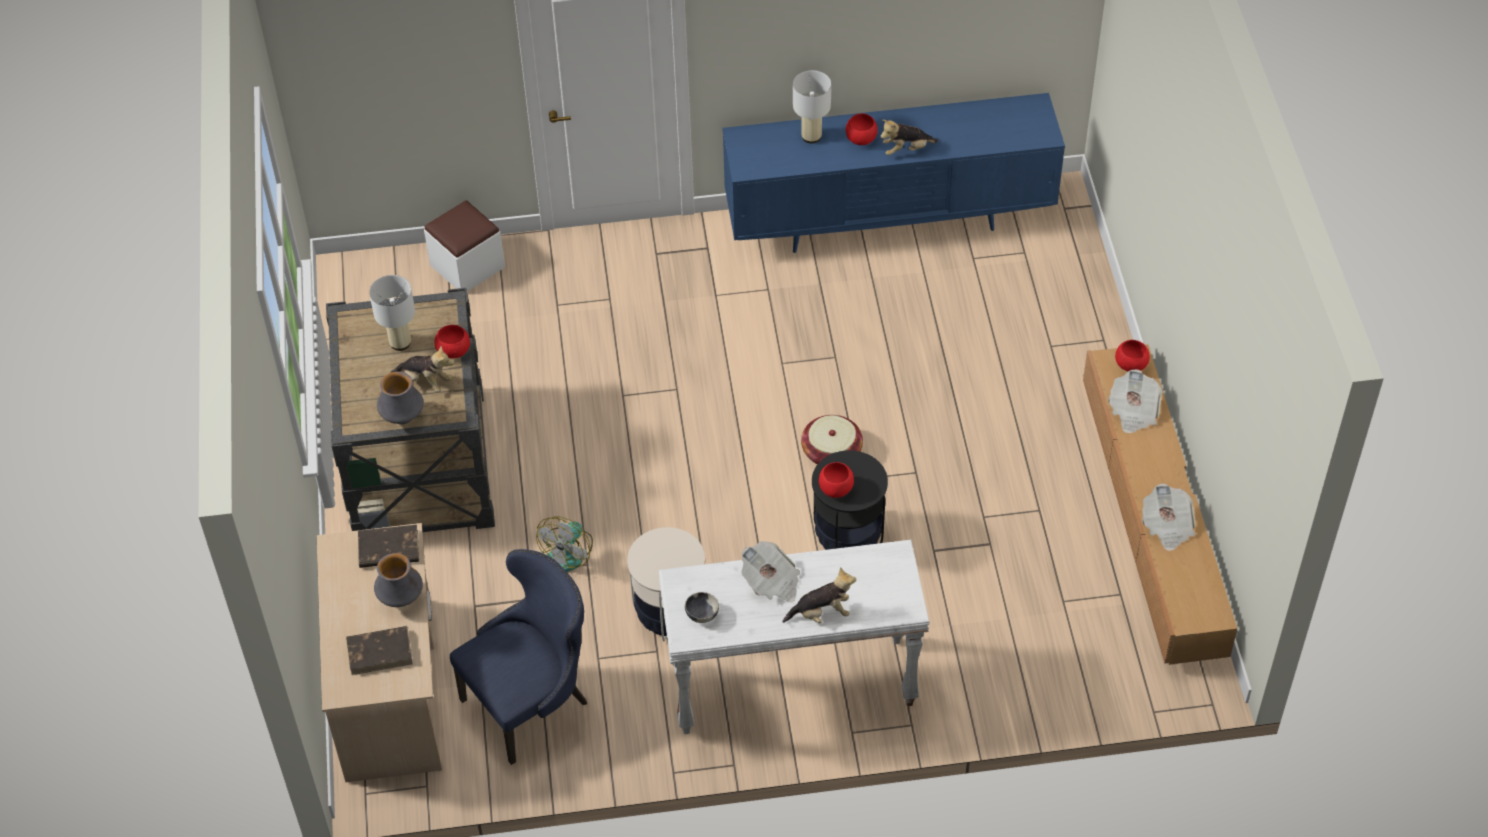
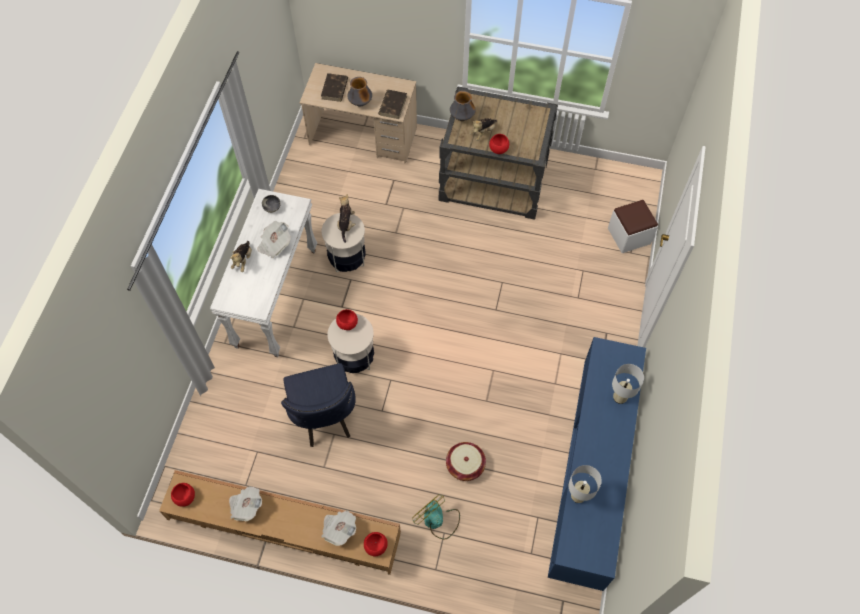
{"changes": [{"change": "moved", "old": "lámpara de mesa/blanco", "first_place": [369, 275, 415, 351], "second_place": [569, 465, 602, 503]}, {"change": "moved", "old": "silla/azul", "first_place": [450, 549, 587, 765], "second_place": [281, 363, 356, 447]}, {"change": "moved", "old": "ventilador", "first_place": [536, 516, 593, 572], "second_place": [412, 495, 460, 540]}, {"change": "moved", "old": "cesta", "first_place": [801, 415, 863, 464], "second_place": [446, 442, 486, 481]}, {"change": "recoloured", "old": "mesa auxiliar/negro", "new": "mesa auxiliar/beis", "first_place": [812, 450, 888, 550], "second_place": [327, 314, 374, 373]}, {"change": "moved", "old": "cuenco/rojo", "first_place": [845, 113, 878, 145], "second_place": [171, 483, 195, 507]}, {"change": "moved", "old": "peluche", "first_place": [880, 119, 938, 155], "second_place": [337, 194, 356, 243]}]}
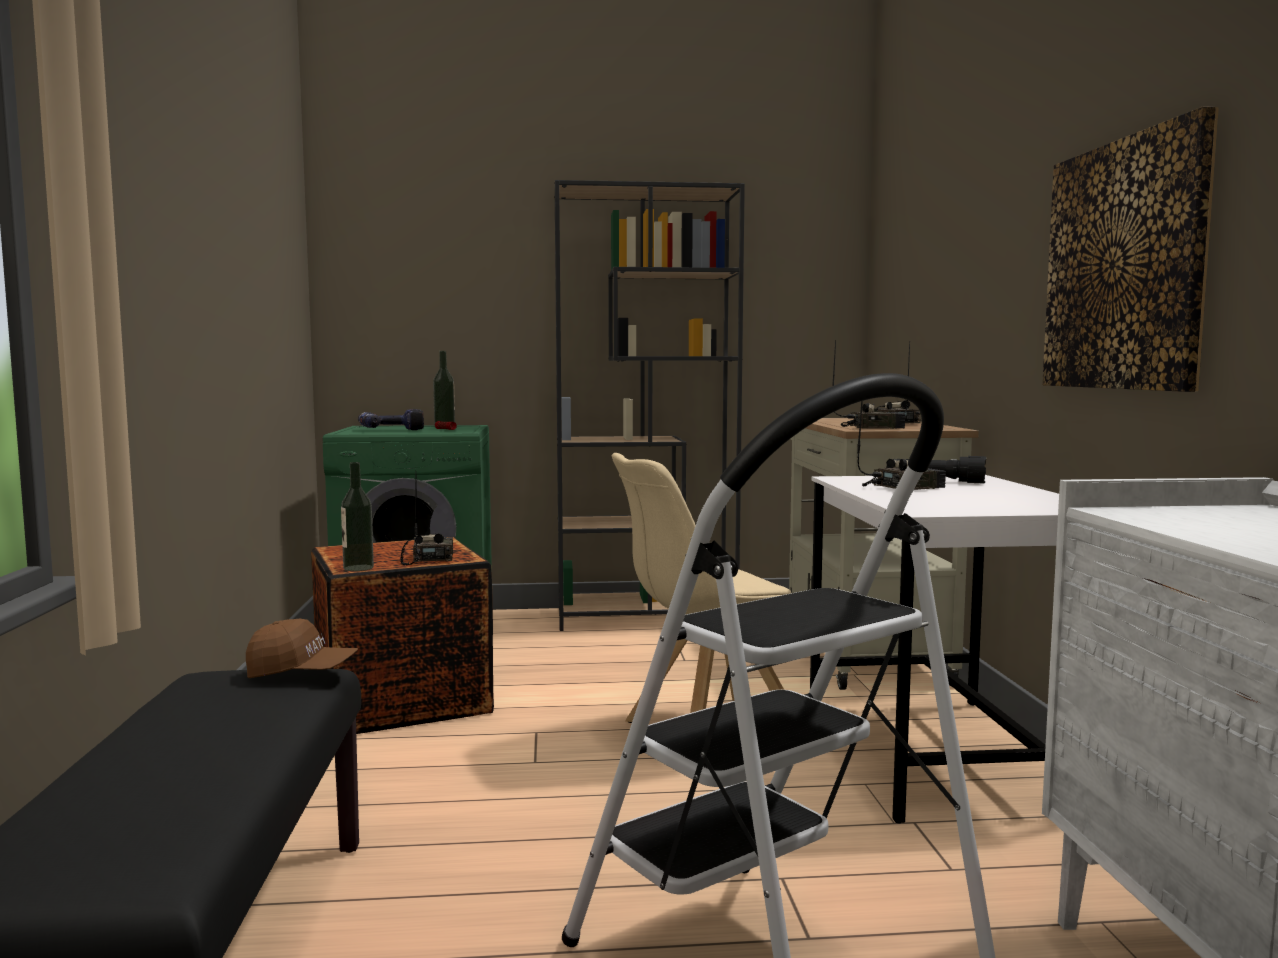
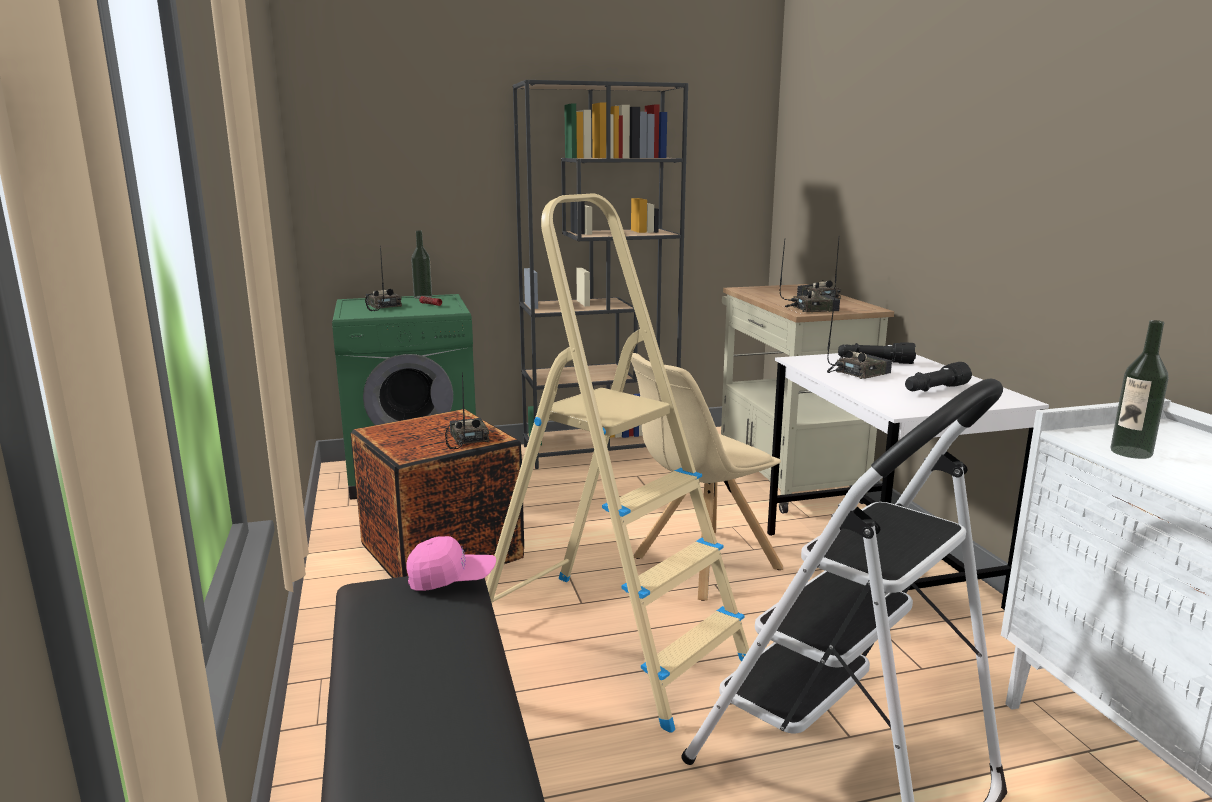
{"changes": [{"change": "recoloured", "old": "gorra/marrón", "new": "gorra/rosa", "first_place": [246, 618, 358, 678], "second_place": [406, 536, 496, 591]}, {"change": "moved", "old": "botella", "first_place": [341, 462, 374, 571], "second_place": [1111, 320, 1168, 459]}, {"change": "replaced", "old": "taladro", "new": "radio", "first_place": [358, 409, 424, 430], "second_place": [365, 245, 402, 311]}, {"change": "removed", "old": "cuadro", "first_place": [1042, 107, 1219, 392]}, {"change": "added", "new": "escalera de tijera/beis", "second_place": [486, 194, 749, 733]}, {"change": "added", "new": "linterna/negro", "second_place": [905, 362, 972, 392]}]}
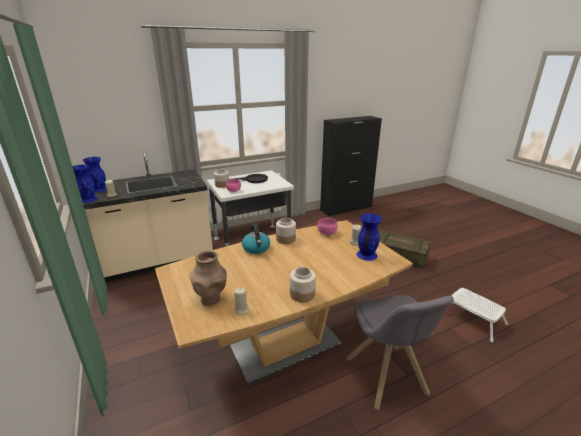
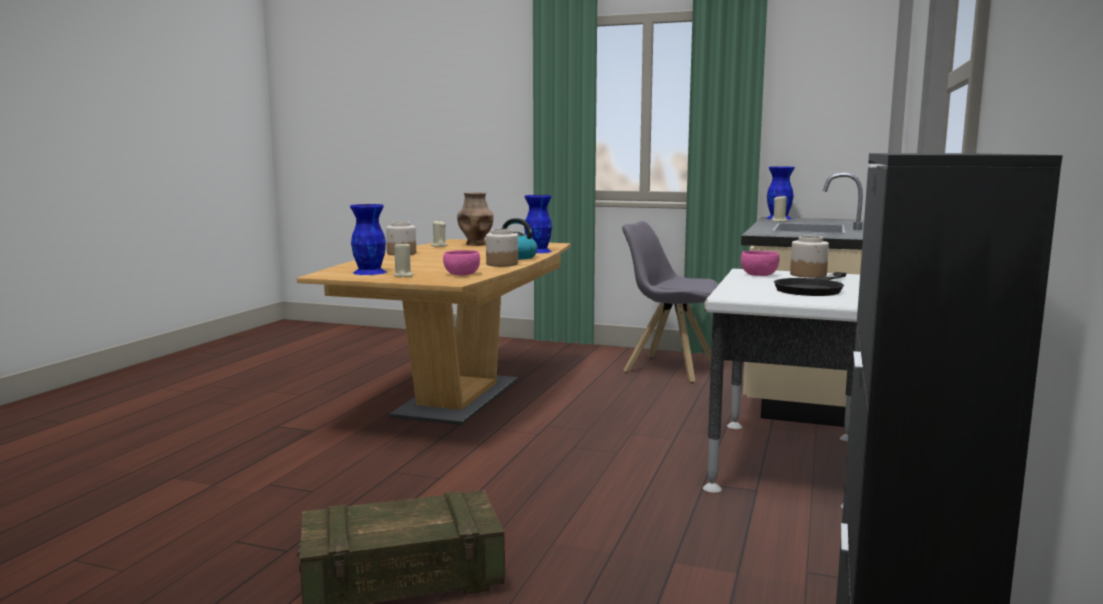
{"changes": [{"change": "moved", "old": "florero/azul", "first_place": [83, 157, 107, 192], "second_place": [524, 195, 552, 253]}, {"change": "moved", "old": "silla/gris", "first_place": [346, 295, 454, 410], "second_place": [622, 221, 719, 383]}, {"change": "removed", "old": "escalera de tijera/blanco", "first_place": [446, 288, 508, 342]}]}
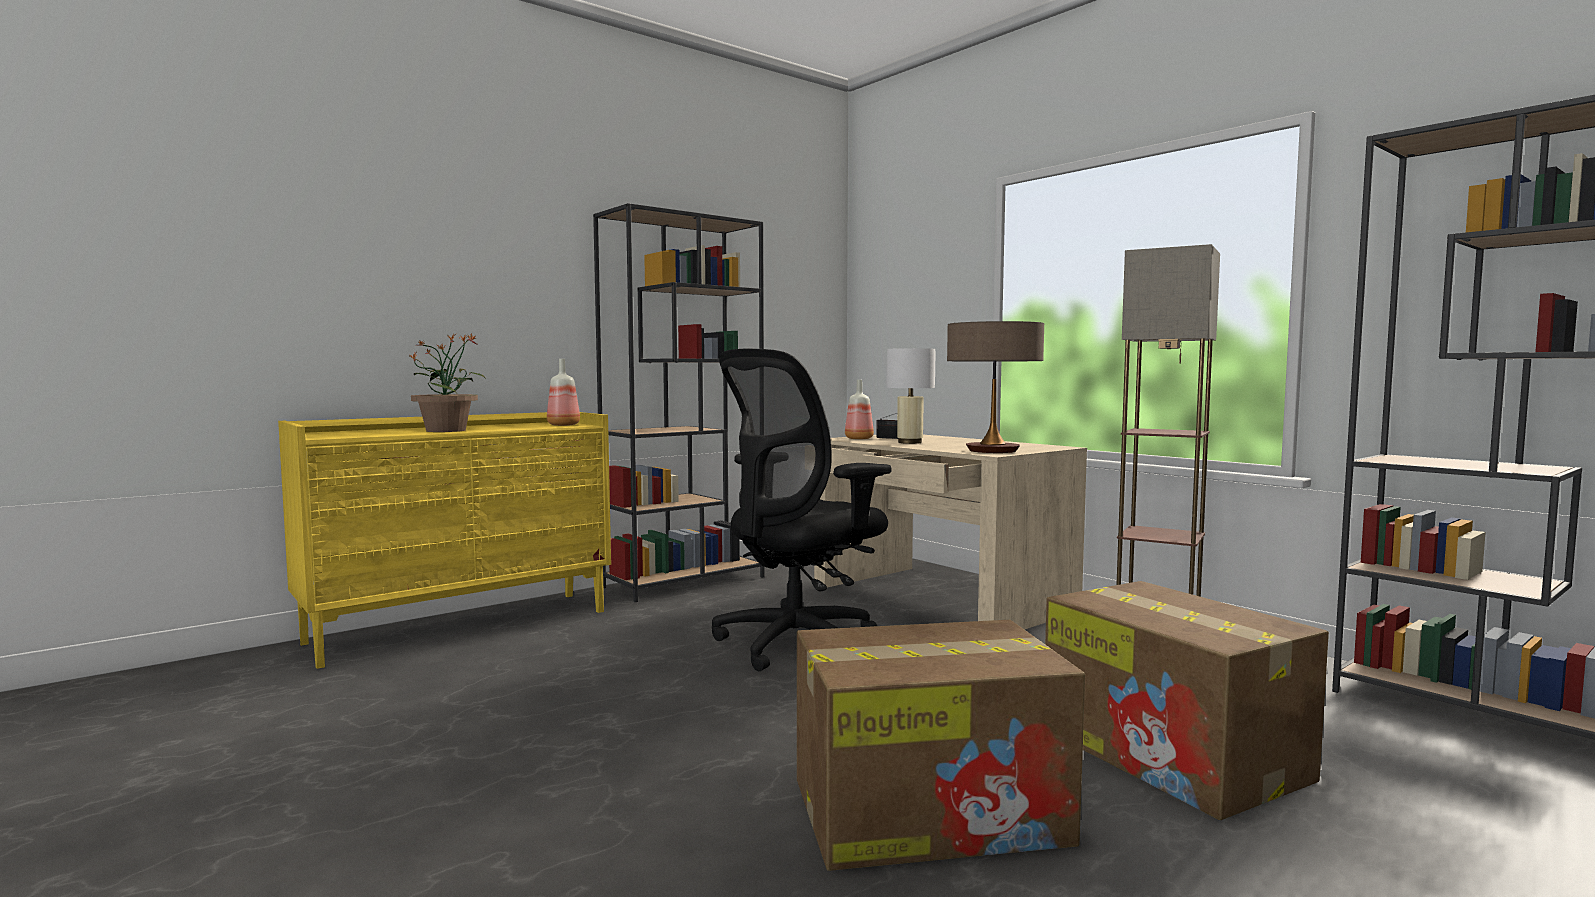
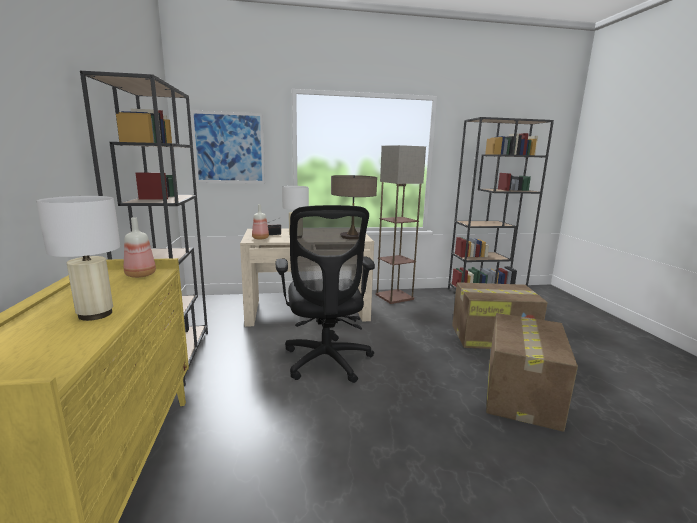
{"changes": [{"change": "replaced", "old": "planta en maceta", "new": "lámpara de mesa/blanco", "first_place": [408, 333, 486, 432], "second_place": [36, 196, 120, 321]}, {"change": "added", "new": "cuadro", "second_place": [190, 110, 265, 183]}]}
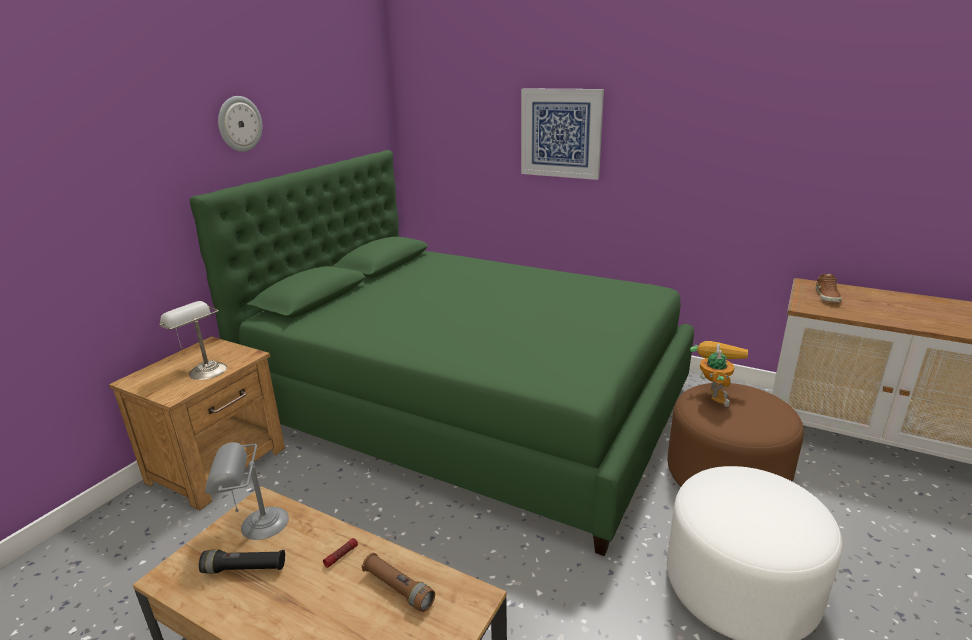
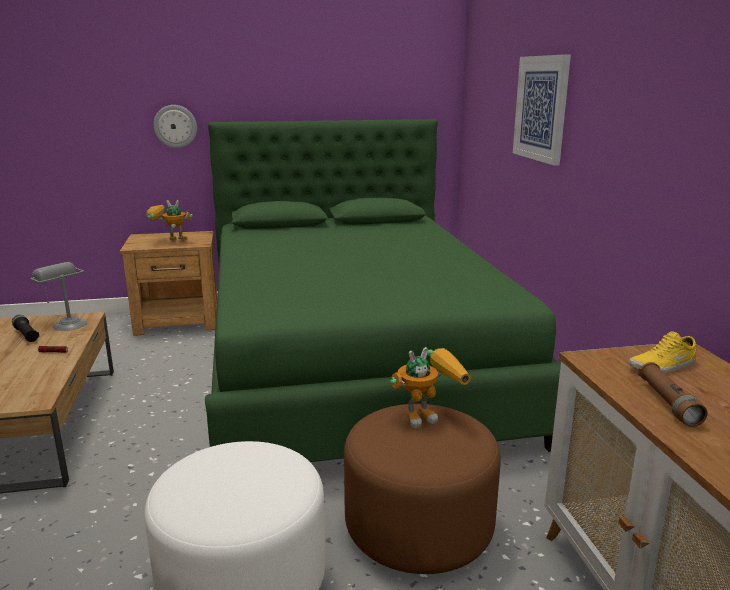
{"changes": [{"change": "replaced", "old": "lámpara de mesa/blanco", "new": "robot de juguete", "first_place": [159, 301, 227, 380], "second_place": [146, 200, 193, 240]}, {"change": "moved", "old": "reloj de pared", "first_place": [218, 96, 262, 152], "second_place": [154, 105, 197, 148]}, {"change": "moved", "old": "linterna/marrón", "first_place": [362, 553, 435, 612], "second_place": [638, 362, 708, 427]}, {"change": "recoloured", "old": "zapato/marrón", "new": "zapato/amarillo", "first_place": [816, 274, 842, 302], "second_place": [629, 331, 696, 374]}]}
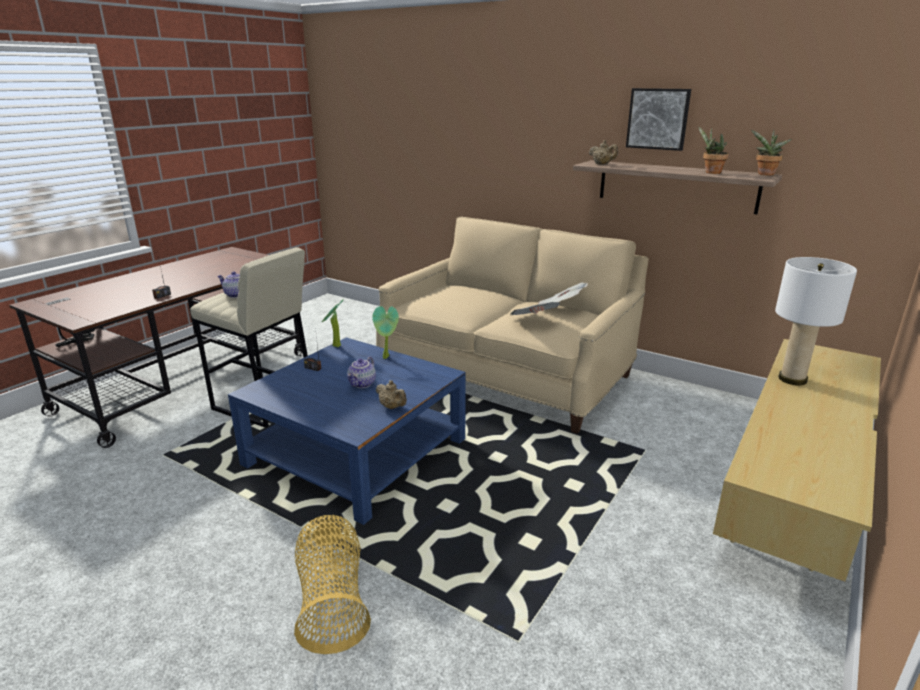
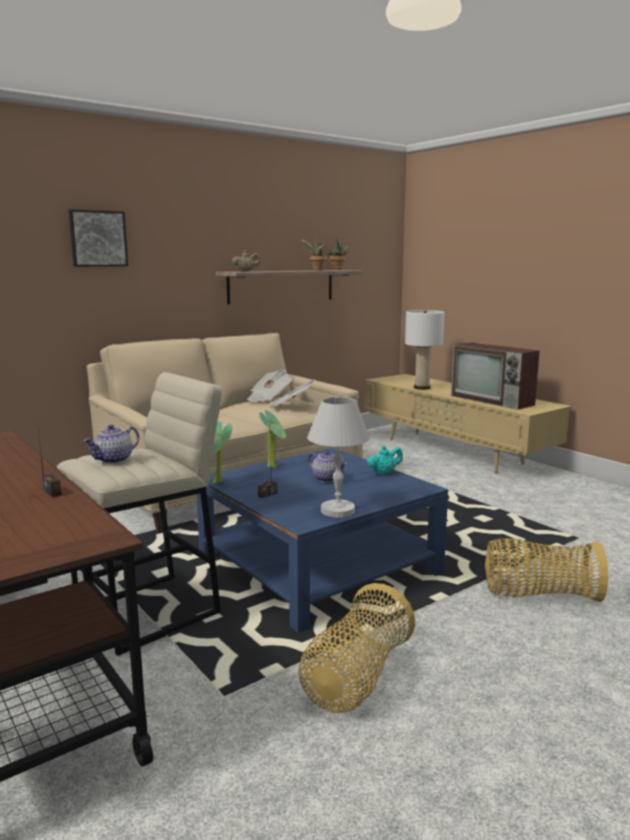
{"changes": [{"change": "recoloured", "old": "tetera/beis", "new": "tetera/turquesa", "first_place": [376, 380, 407, 409], "second_place": [367, 446, 403, 475]}, {"change": "moved", "old": "cuadro", "first_place": [626, 88, 691, 151], "second_place": [68, 209, 128, 267]}, {"change": "added", "new": "cesta", "second_place": [298, 583, 415, 713]}, {"change": "added", "new": "lámpara de mesa/blanco", "second_place": [307, 397, 370, 518]}, {"change": "added", "new": "televisor", "second_place": [451, 342, 540, 410]}]}
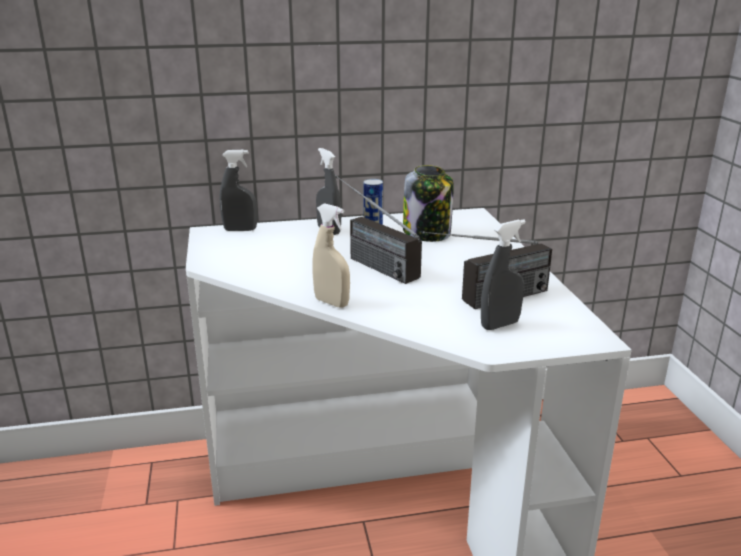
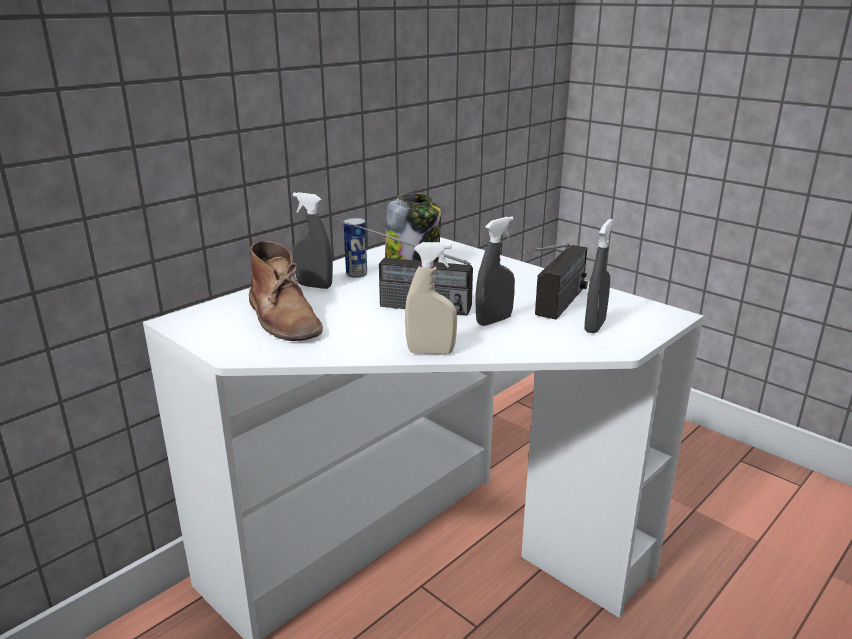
{"changes": [{"change": "moved", "old": "pulverizador/gris", "first_place": [219, 150, 257, 231], "second_place": [475, 216, 515, 326]}, {"change": "added", "new": "bota/marrón", "second_place": [249, 240, 323, 341]}]}
